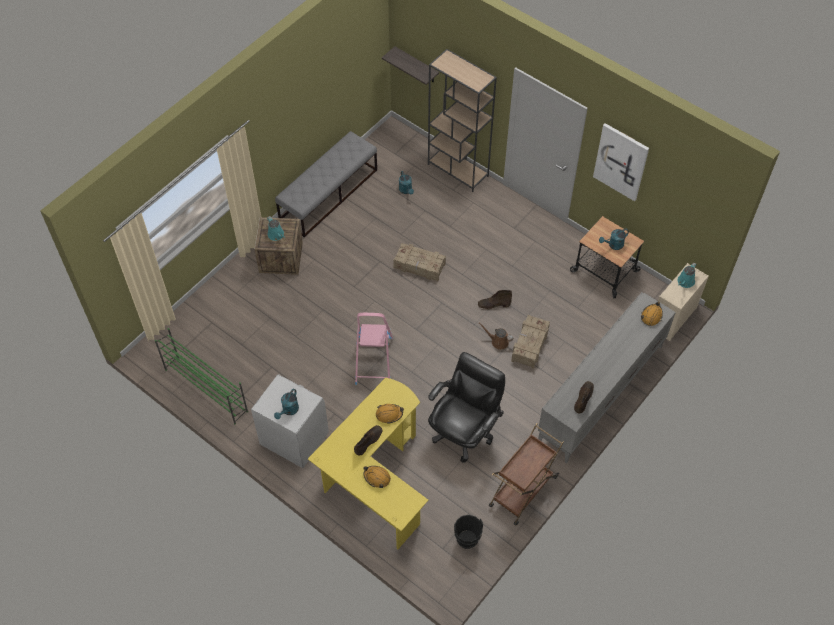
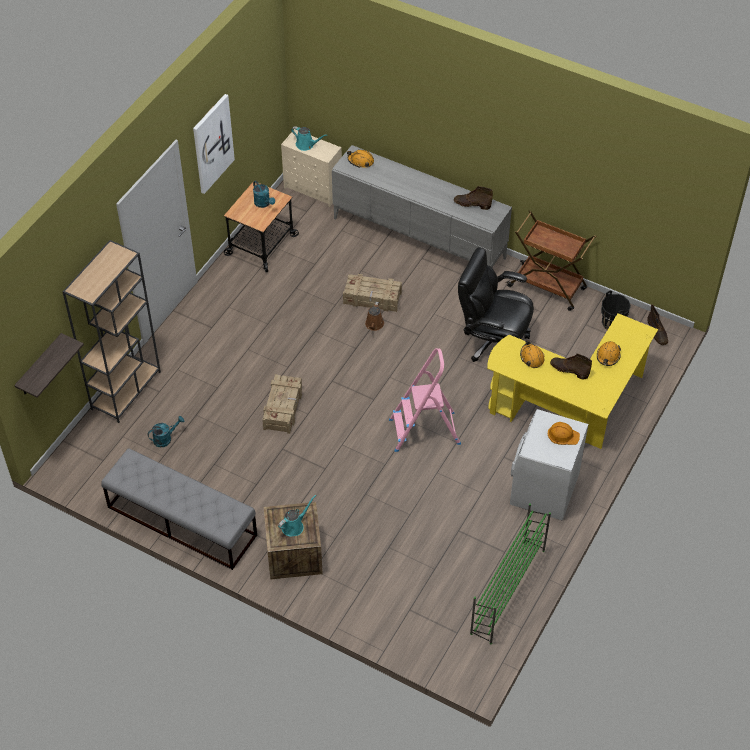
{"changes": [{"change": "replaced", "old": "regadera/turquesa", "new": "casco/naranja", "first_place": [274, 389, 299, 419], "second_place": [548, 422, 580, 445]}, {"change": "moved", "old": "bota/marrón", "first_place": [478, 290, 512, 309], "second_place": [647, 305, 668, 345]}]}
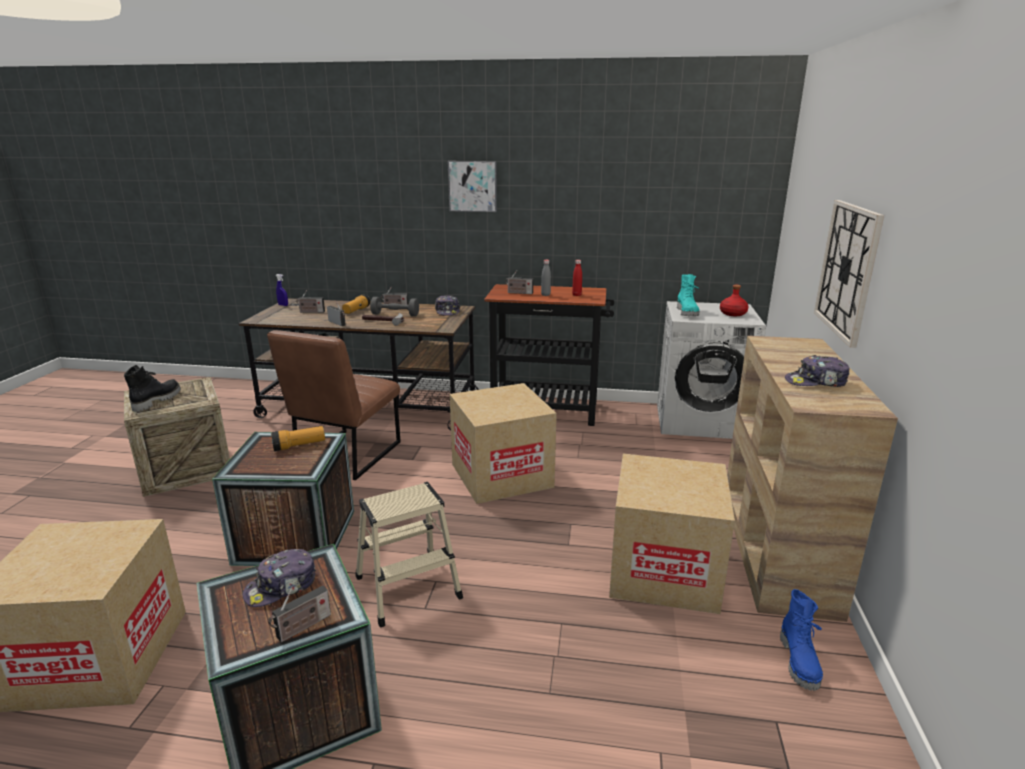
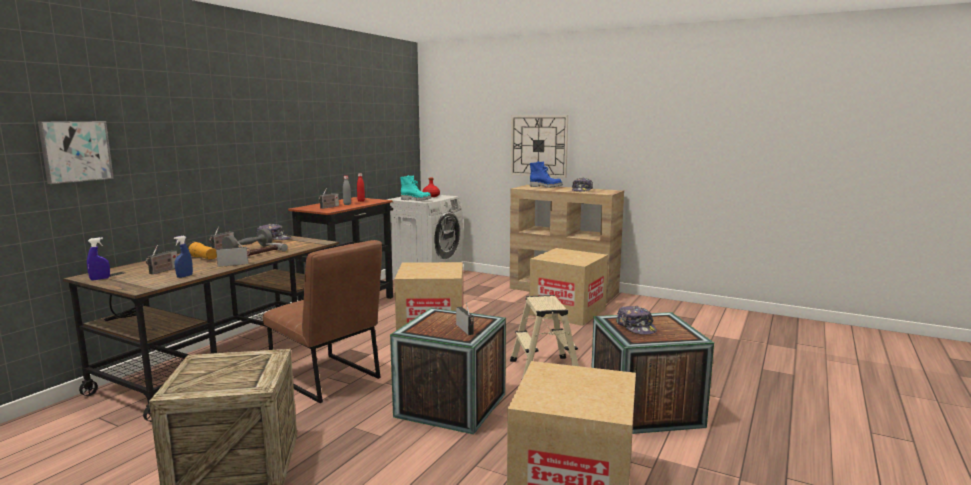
{"changes": [{"change": "removed", "old": "bota/negro", "first_place": [124, 365, 181, 412]}, {"change": "moved", "old": "radio", "first_place": [268, 586, 331, 642], "second_place": [456, 303, 474, 335]}, {"change": "removed", "old": "linterna", "first_place": [271, 426, 325, 451]}, {"change": "moved", "old": "cuadro", "first_place": [448, 161, 497, 212], "second_place": [38, 121, 114, 184]}, {"change": "moved", "old": "bota/azul", "first_place": [780, 589, 823, 691], "second_place": [530, 161, 563, 188]}, {"change": "added", "new": "pulverizador/azul", "second_place": [174, 236, 193, 278]}]}
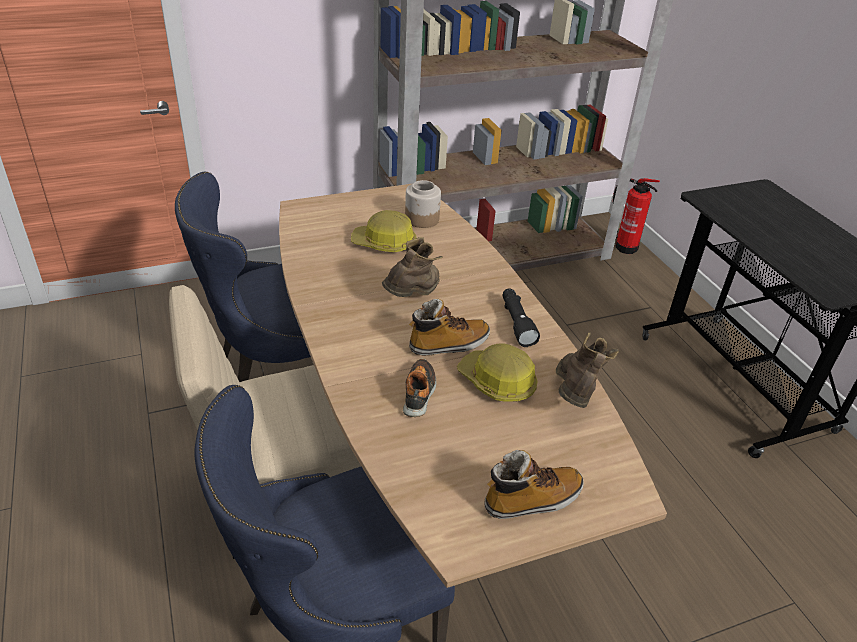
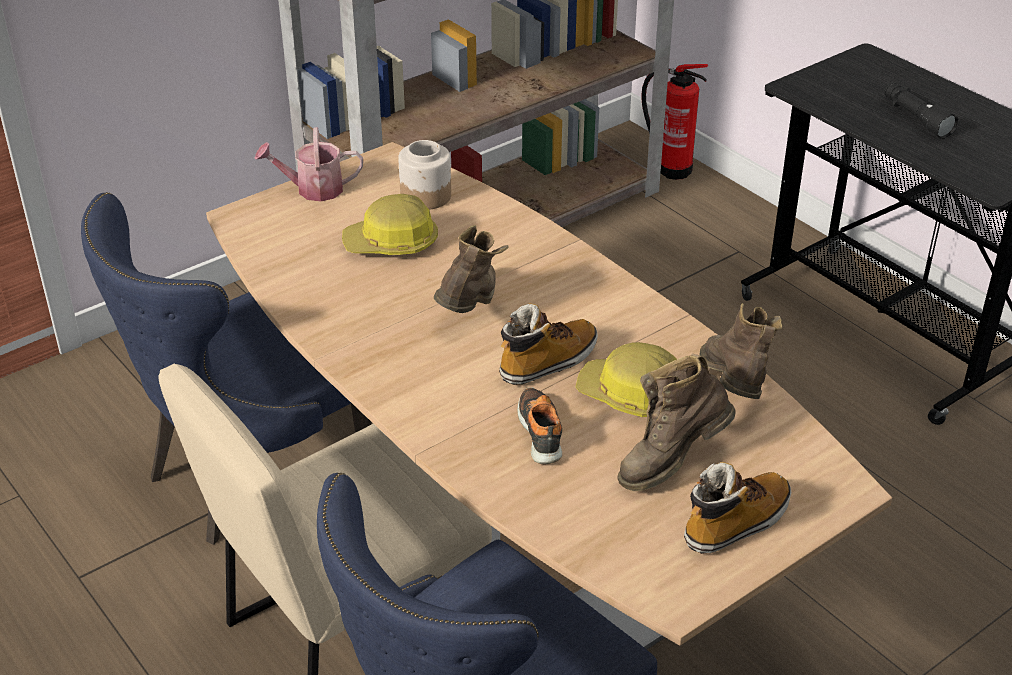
{"changes": [{"change": "moved", "old": "linterna/negro", "first_place": [503, 288, 540, 347], "second_place": [884, 83, 958, 139]}, {"change": "added", "new": "regadera", "second_place": [255, 127, 363, 201]}, {"change": "added", "new": "bota/marrón", "second_place": [617, 353, 736, 491]}]}
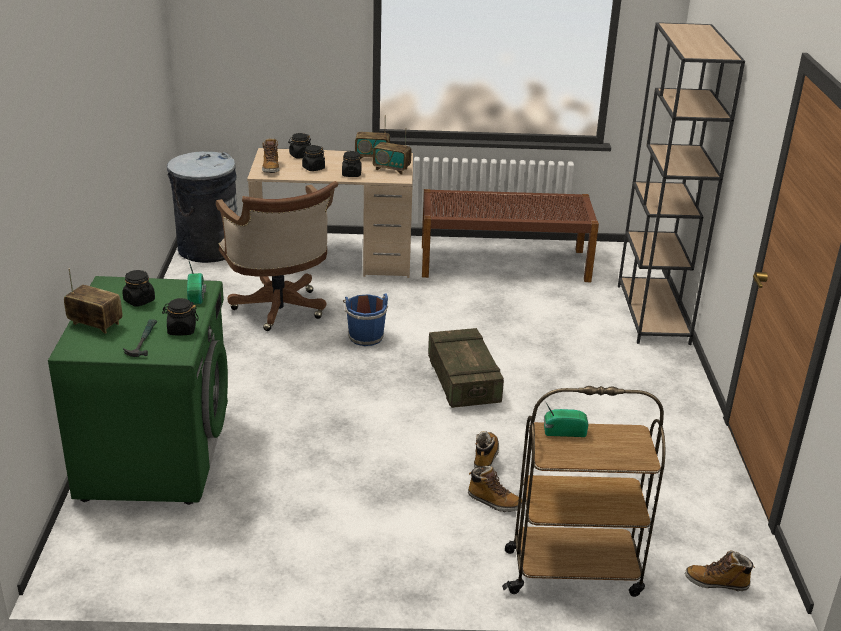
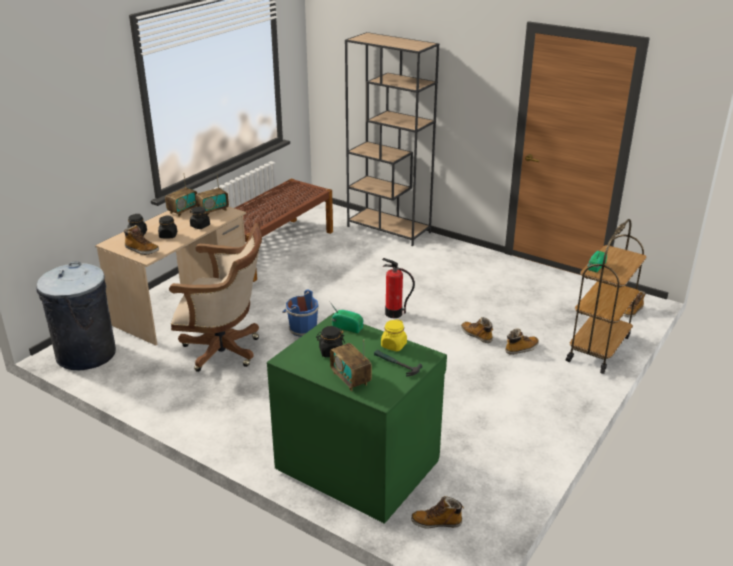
{"changes": [{"change": "turned", "old": "radio", "first_place": [64, 269, 123, 334], "second_place": [330, 339, 372, 391], "degrees": -90}, {"change": "recoloured", "old": "tarro/negro", "new": "tarro/amarillo", "first_place": [162, 298, 198, 335], "second_place": [381, 319, 407, 351]}, {"change": "replaced", "old": "caja de embalaje", "new": "extintor", "first_place": [428, 328, 504, 408], "second_place": [382, 258, 415, 318]}, {"change": "added", "new": "bota", "second_place": [411, 496, 464, 529]}]}
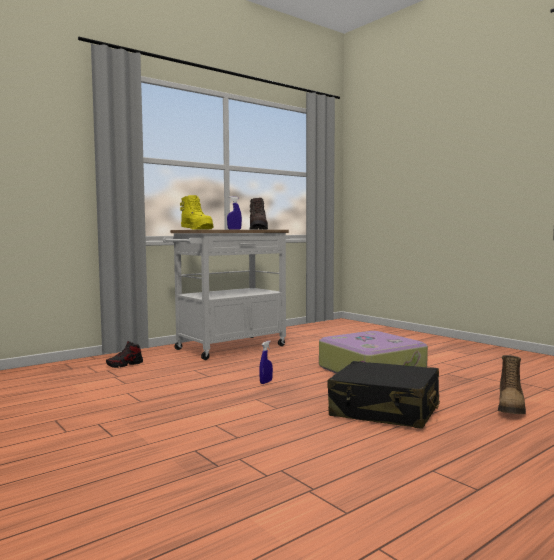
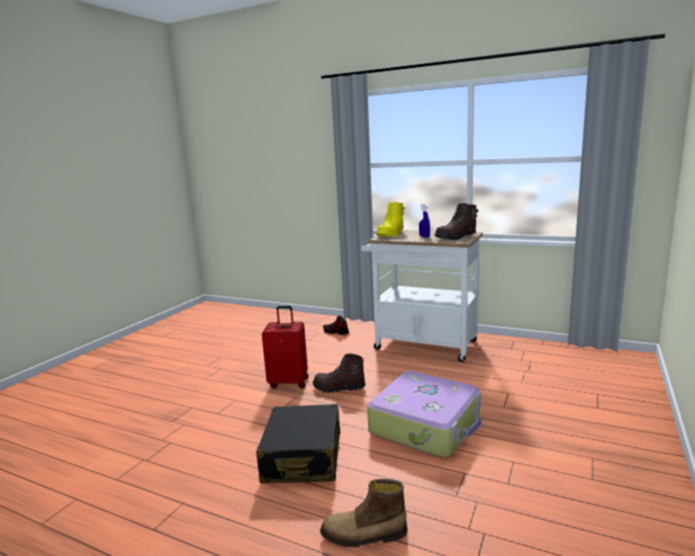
{"changes": [{"change": "replaced", "old": "pulverizador/azul", "new": "bota/marrón", "first_place": [259, 341, 273, 384], "second_place": [313, 354, 365, 393]}, {"change": "added", "new": "maleta/rojo", "second_place": [262, 306, 309, 389]}]}
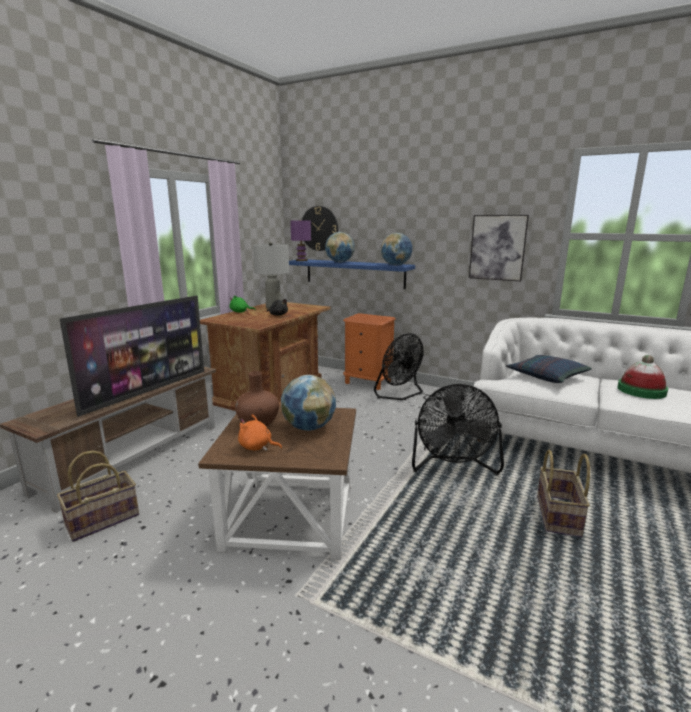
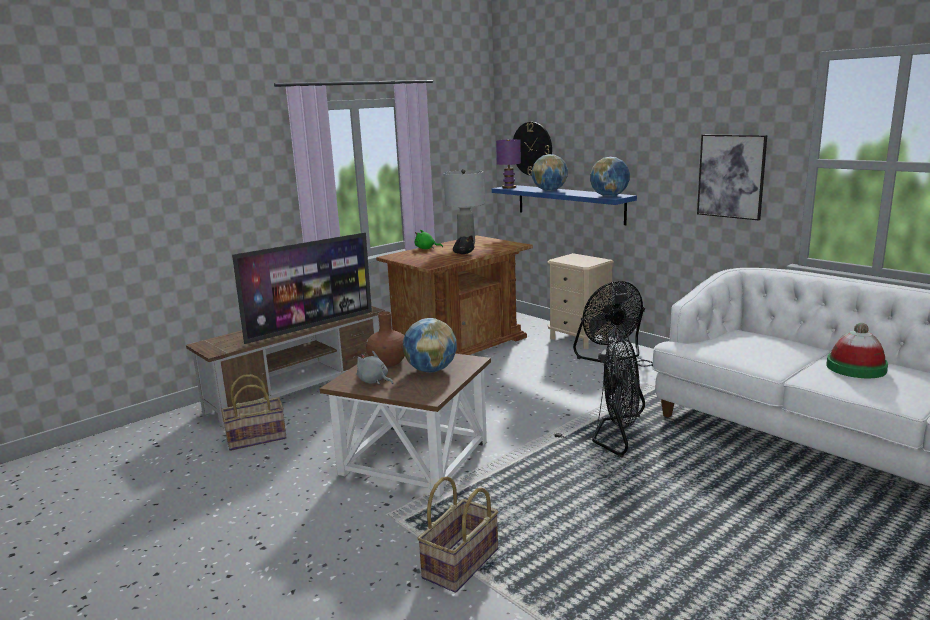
{"changes": [{"change": "recoloured", "old": "peluche/naranja", "new": "peluche/gris", "first_place": [238, 414, 282, 451], "second_place": [357, 351, 393, 385]}, {"change": "recoloured", "old": "mesita de noche/naranja", "new": "mesita de noche/beis", "first_place": [343, 313, 396, 390], "second_place": [547, 253, 614, 349]}, {"change": "turned", "old": "ventilador/negro", "first_place": [412, 384, 504, 475], "second_place": [554, 337, 645, 458], "degrees": -90}, {"change": "removed", "old": "cojín/azul", "first_place": [506, 355, 592, 383]}, {"change": "moved", "old": "cesta", "first_place": [537, 450, 590, 537], "second_place": [417, 476, 498, 593]}]}
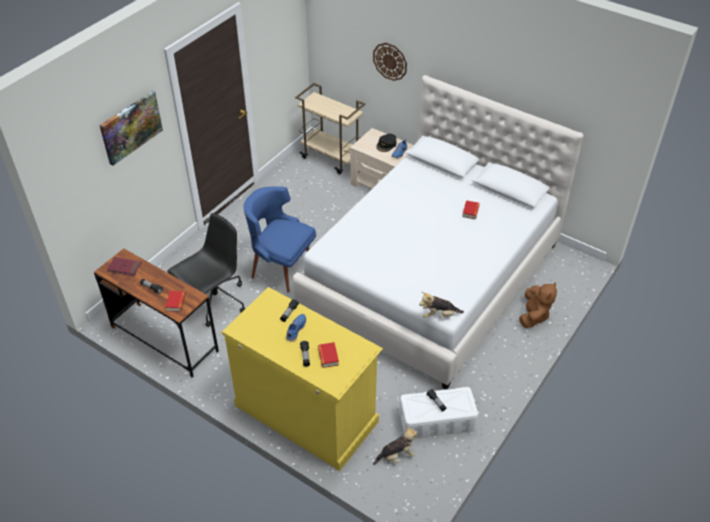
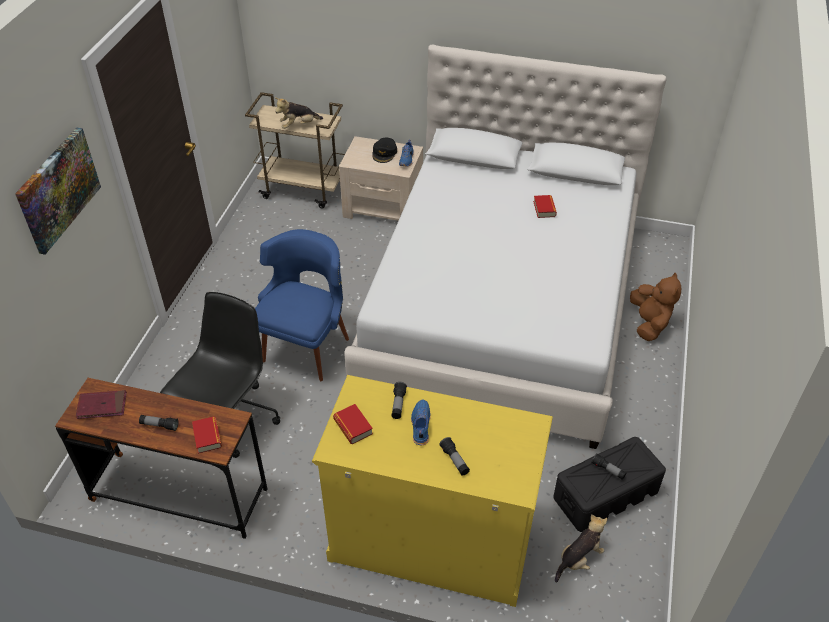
{"changes": [{"change": "turned", "old": "silla/azul", "first_place": [244, 186, 316, 293], "second_place": [255, 229, 349, 381], "degrees": 105}, {"change": "moved", "old": "libro", "first_place": [318, 342, 339, 368], "second_place": [333, 404, 373, 444]}, {"change": "removed", "old": "reloj de pared", "first_place": [373, 43, 407, 81]}, {"change": "recoloured", "old": "caja de almacenaje/blanco", "new": "caja de almacenaje/negro", "first_place": [399, 387, 478, 438], "second_place": [553, 437, 666, 532]}, {"change": "moved", "old": "peluche", "first_place": [419, 292, 464, 318], "second_place": [275, 97, 323, 129]}]}
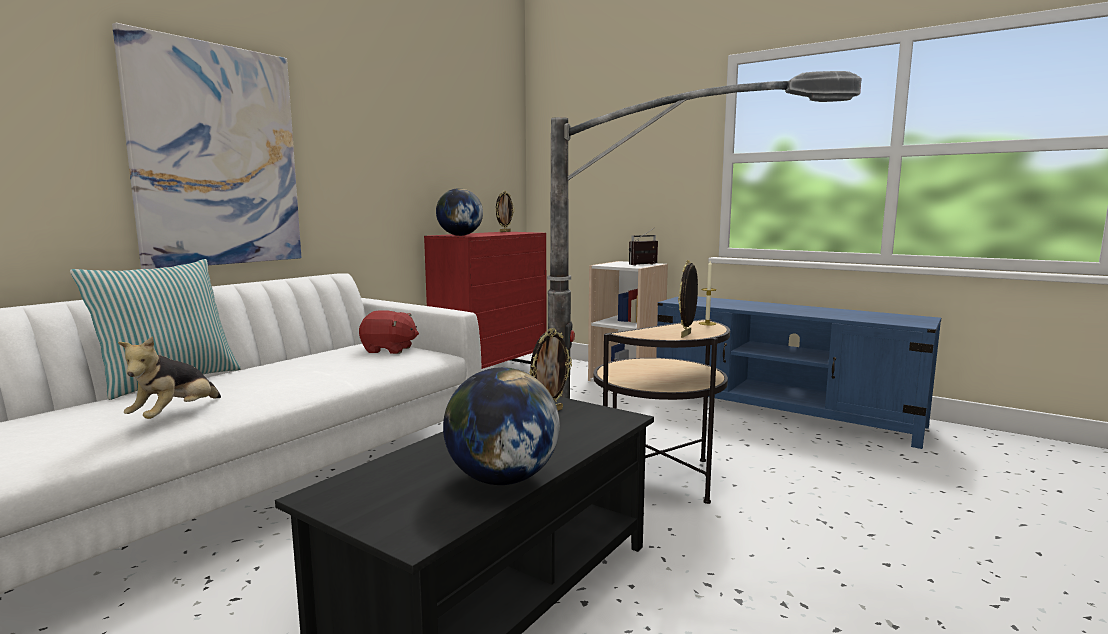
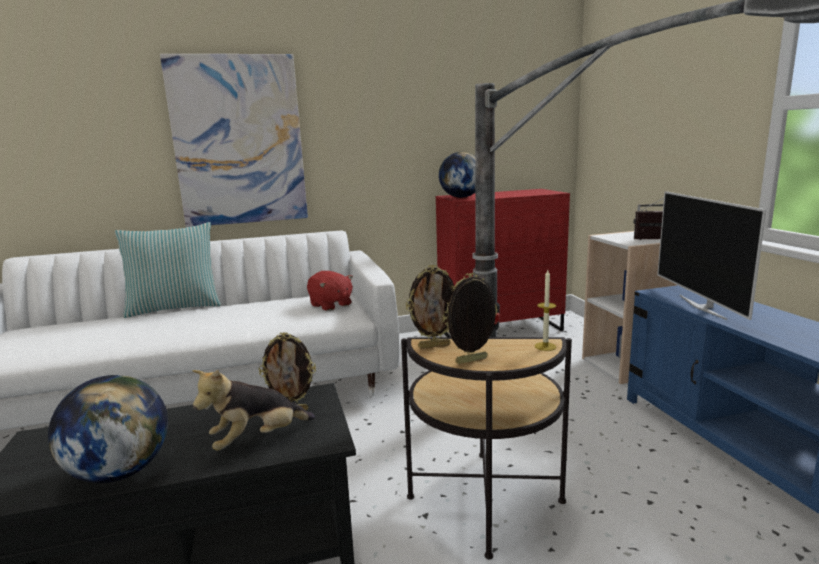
{"changes": [{"change": "moved", "old": "peluche", "first_place": [118, 336, 221, 419], "second_place": [192, 370, 315, 451]}, {"change": "moved", "old": "portarretratos", "first_place": [495, 191, 515, 232], "second_place": [405, 265, 455, 348]}, {"change": "added", "new": "televisor", "second_place": [657, 191, 767, 320]}]}
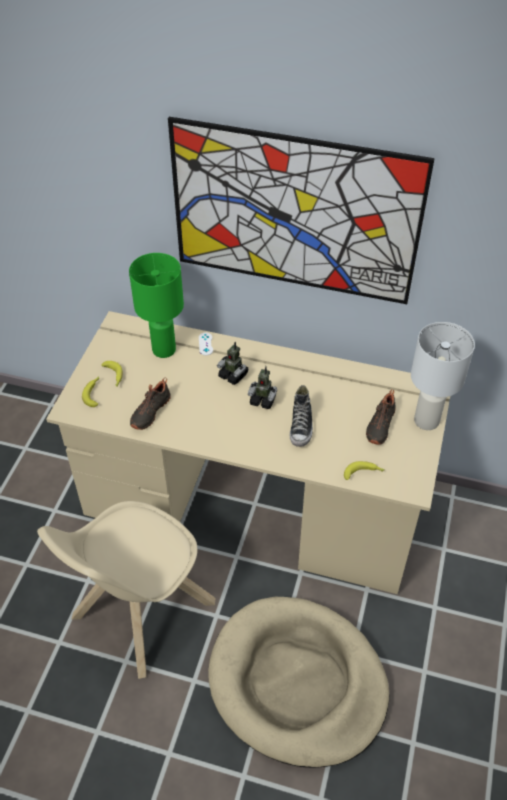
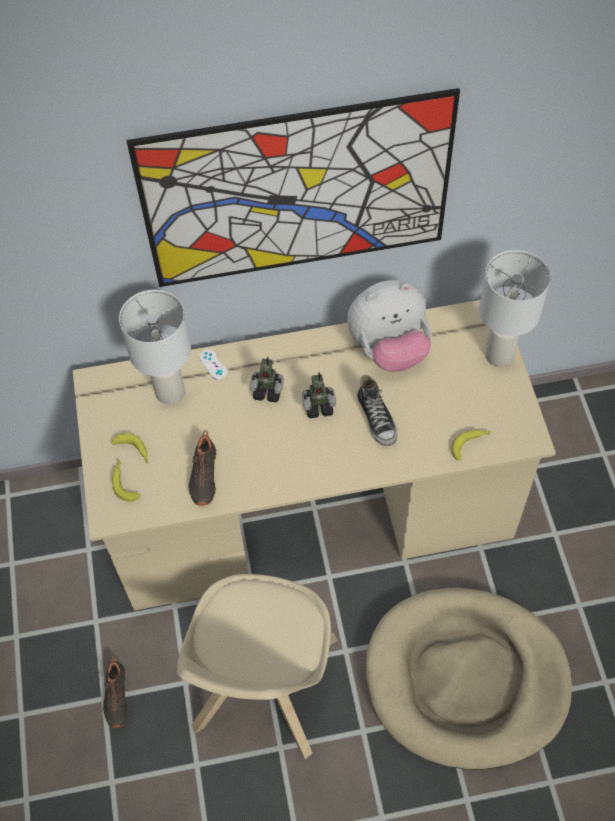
{"changes": [{"change": "recoloured", "old": "lámpara de mesa/verde", "new": "lámpara de mesa/blanco", "first_place": [129, 253, 184, 358], "second_place": [119, 290, 191, 405]}, {"change": "moved", "old": "zapato/negro", "first_place": [366, 389, 396, 445], "second_place": [103, 656, 128, 728]}, {"change": "added", "new": "peluche", "second_place": [347, 280, 431, 372]}]}
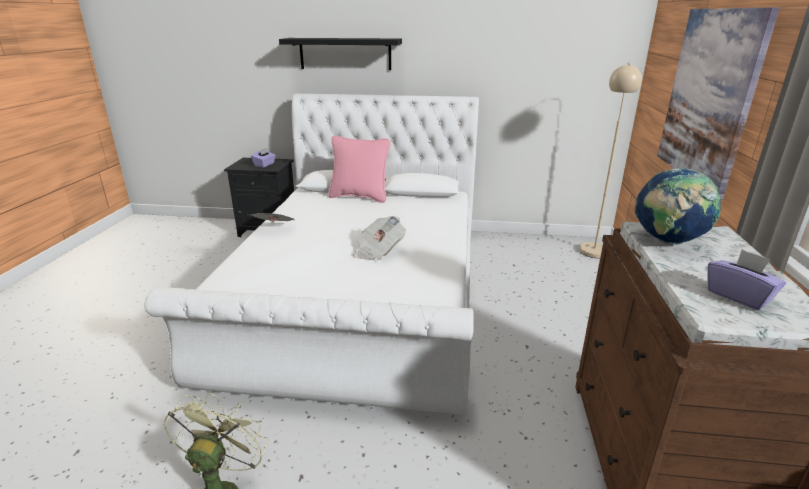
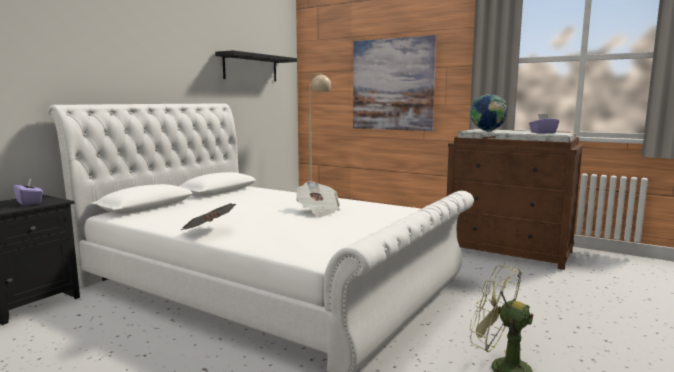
{"changes": [{"change": "moved", "old": "estante/negro", "first_place": [279, 38, 402, 70], "second_place": [215, 50, 297, 82]}, {"change": "removed", "old": "cojín/rosa", "first_place": [328, 135, 391, 203]}]}
